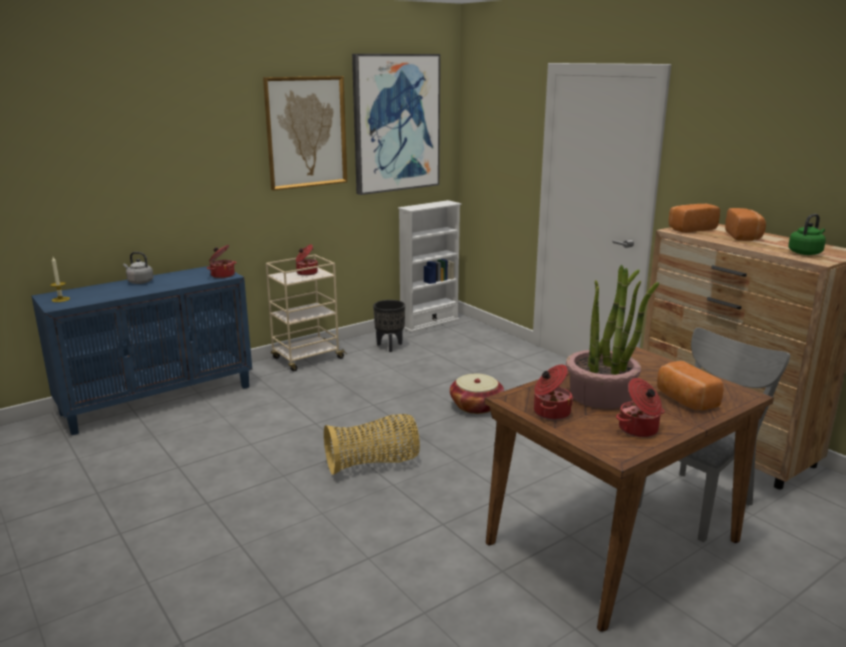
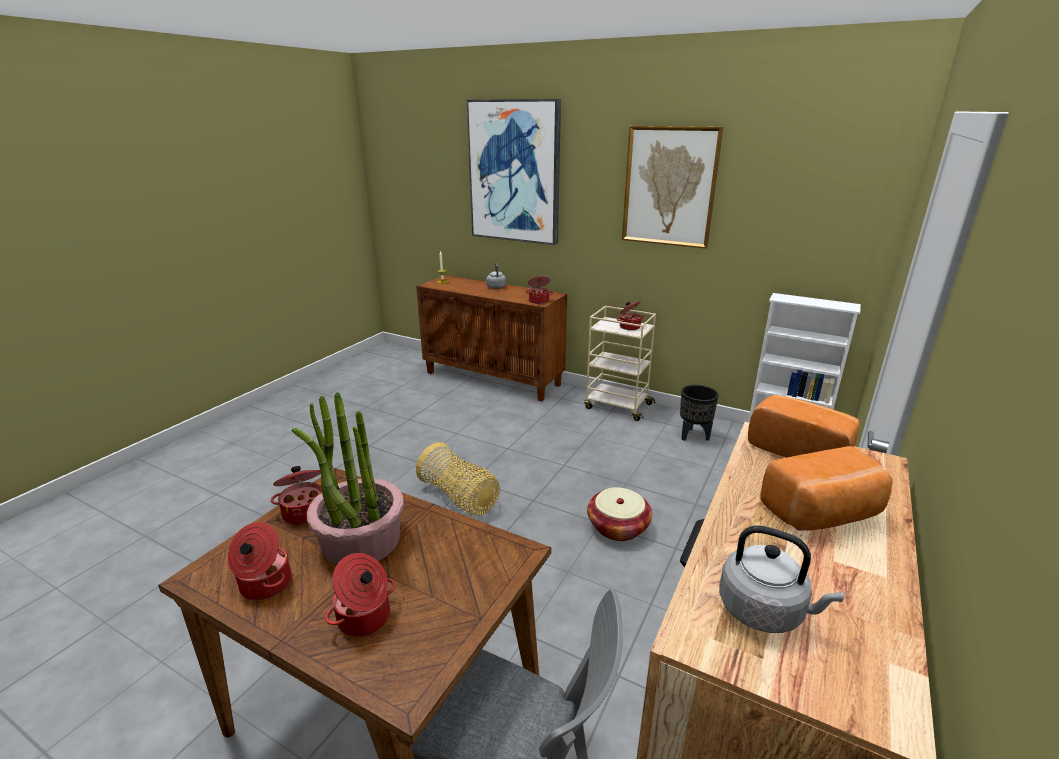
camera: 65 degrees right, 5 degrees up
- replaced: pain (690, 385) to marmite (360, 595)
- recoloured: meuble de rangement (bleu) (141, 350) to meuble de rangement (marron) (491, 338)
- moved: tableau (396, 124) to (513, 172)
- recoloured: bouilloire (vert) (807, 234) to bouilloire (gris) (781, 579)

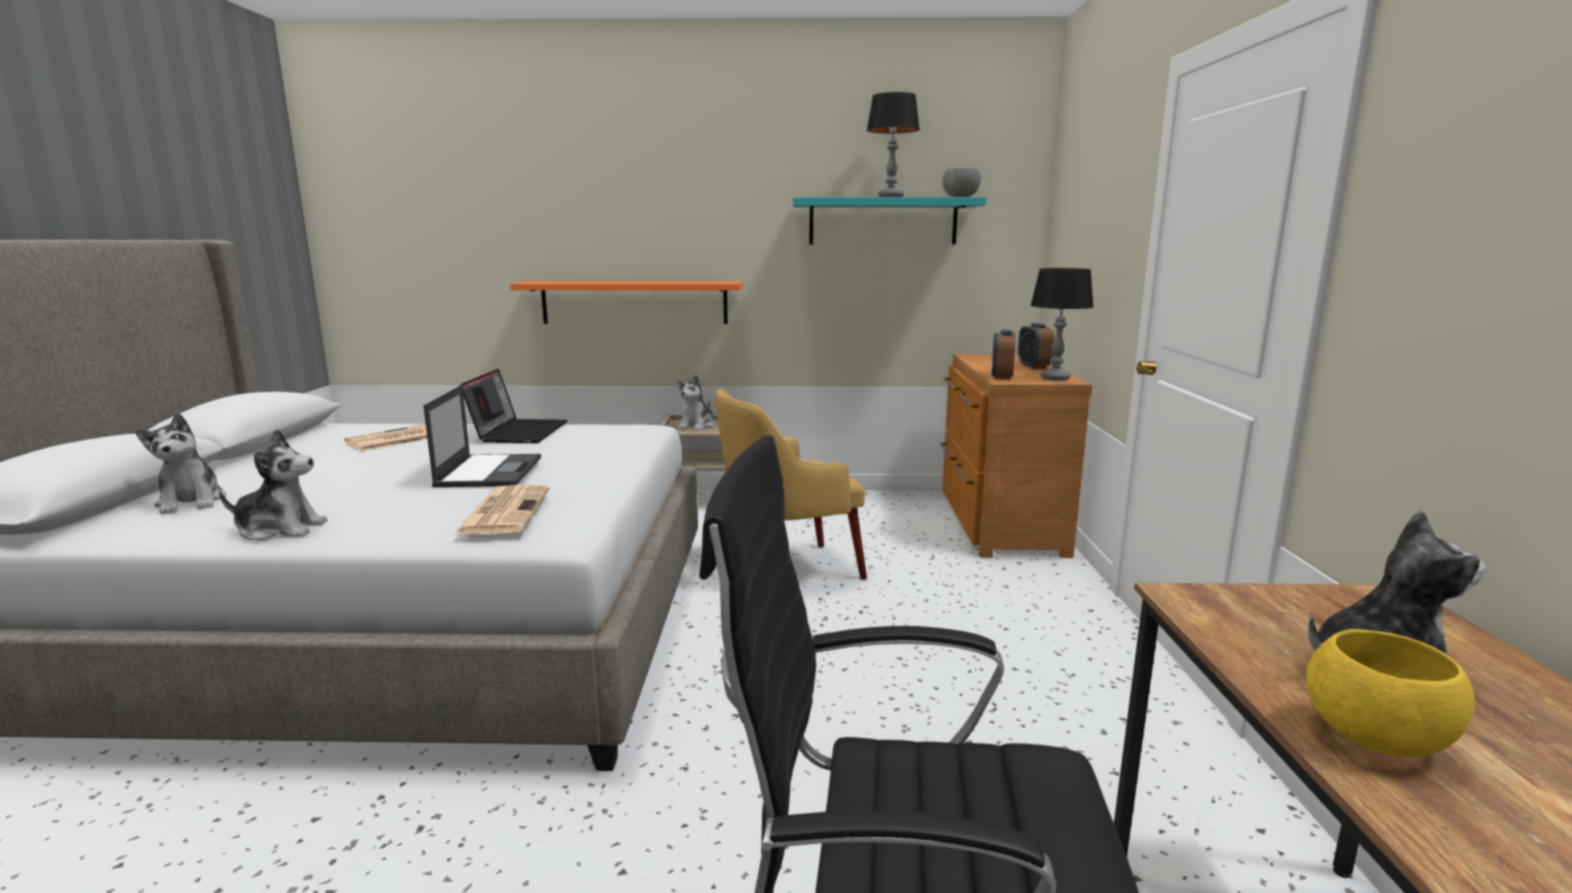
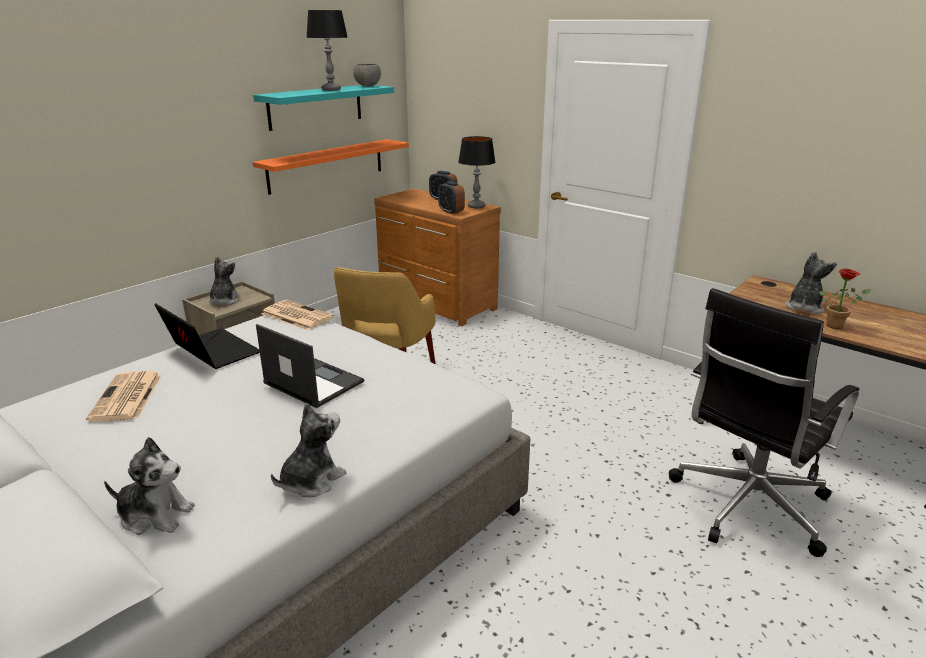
camera: 50 degrees left, 10 degrees up
- turned: peluche (696, 403) = (224, 280) 150 degrees counterclockwise
- moved: étagère (orange) (626, 302) to (331, 167)
- moved: journal (502, 509) to (297, 315)
- replaced: bol (jaune) (1390, 693) to plante en pot (845, 299)

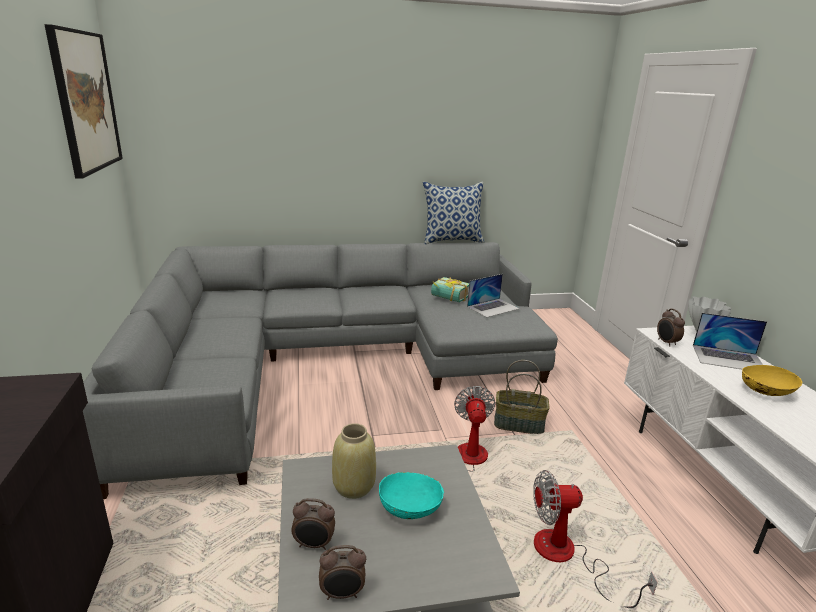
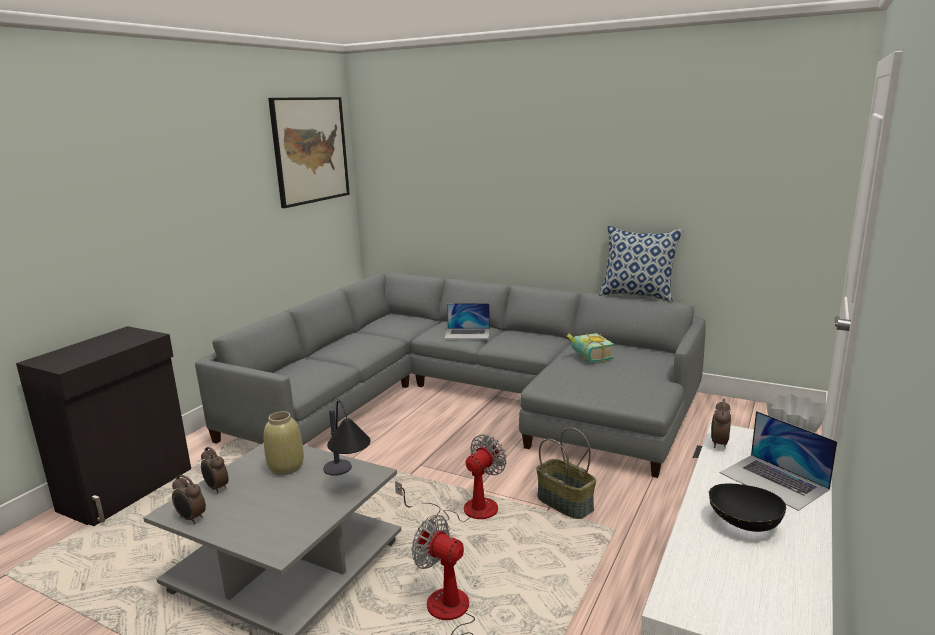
camera: 40 degrees right, 5 degrees down
- added: lampe de table (346, 438)
- moved: ordinateur portable (493, 295) to (467, 321)
- recoloured: bol (jaune) (772, 380) to bol (noir) (747, 507)
- removed: bol (turquoise) (411, 495)

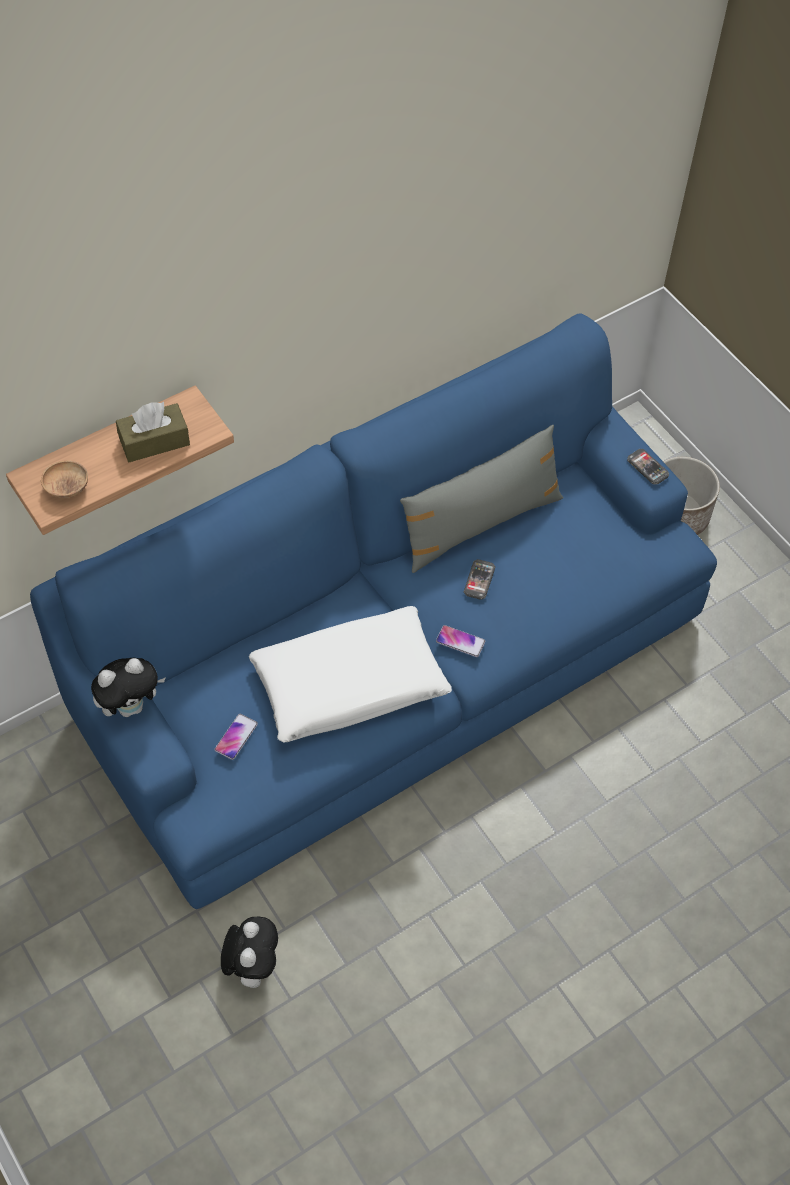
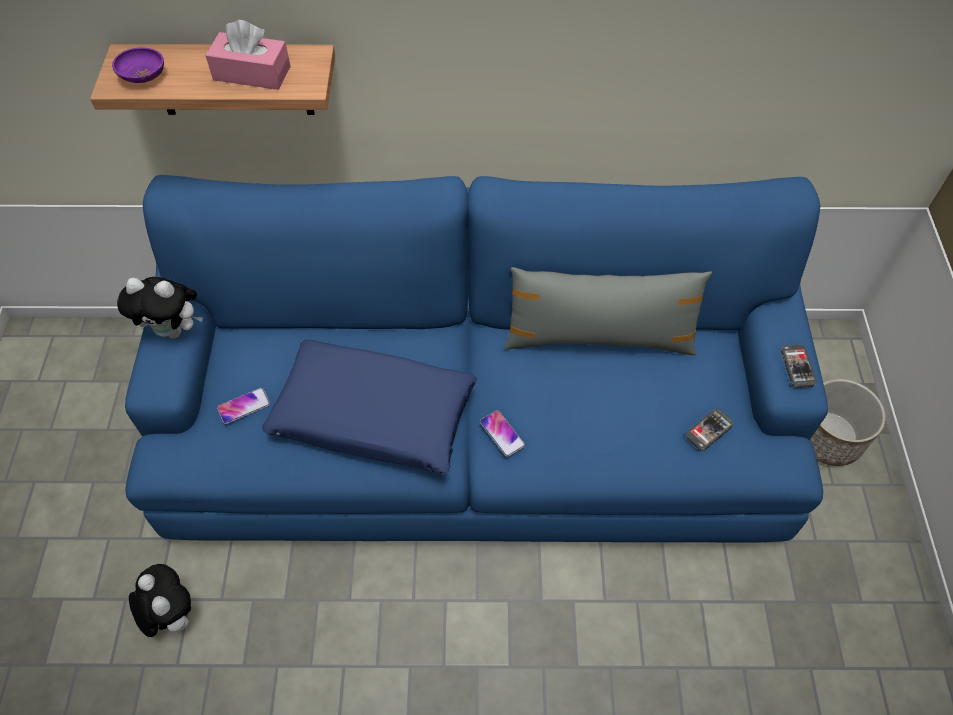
camera: 35 degrees right, 0 degrees up
- recoloured: bol (marron) (64, 479) to bol (violet) (138, 65)
- turned: peluche (249, 952) = (160, 600) 75 degrees counterclockwise
- recoloured: boîte à mouchoirs (marron) (153, 432) to boîte à mouchoirs (rose) (248, 55)
- recoloured: coussin (blanc) (350, 674) to coussin (bleu) (369, 407)
- moved: téléphone (479, 579) to (709, 429)

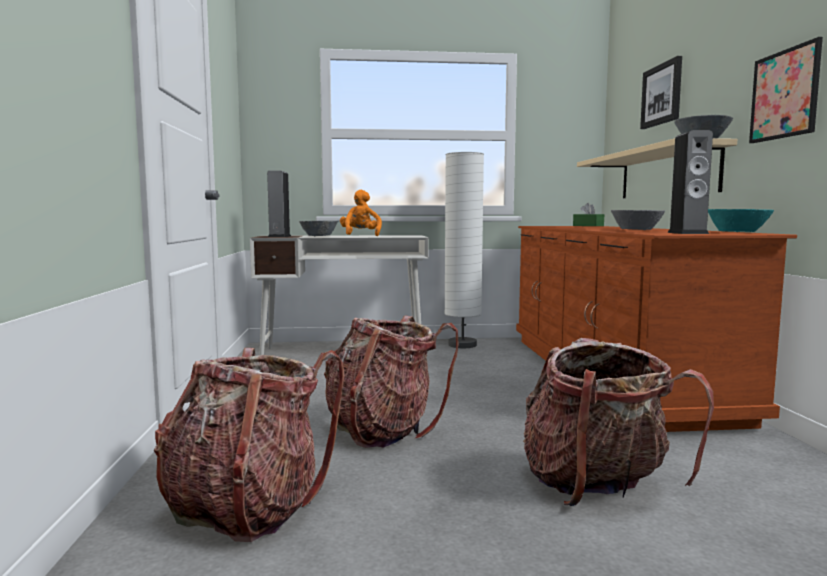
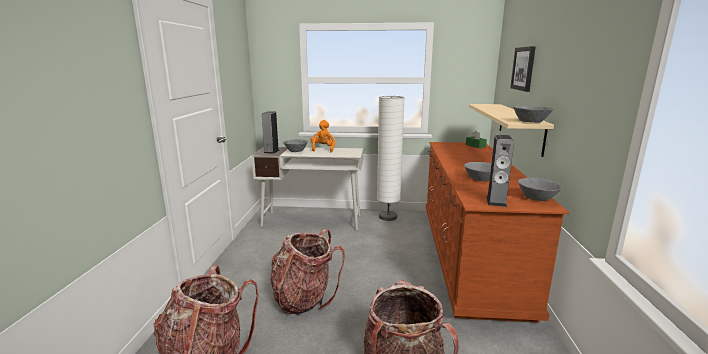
camera: 10 degrees right, 10 degrees up
- recoloured: bol (turquoise) (741, 220) to bol (gris) (540, 189)
- removed: tableau (786, 90)

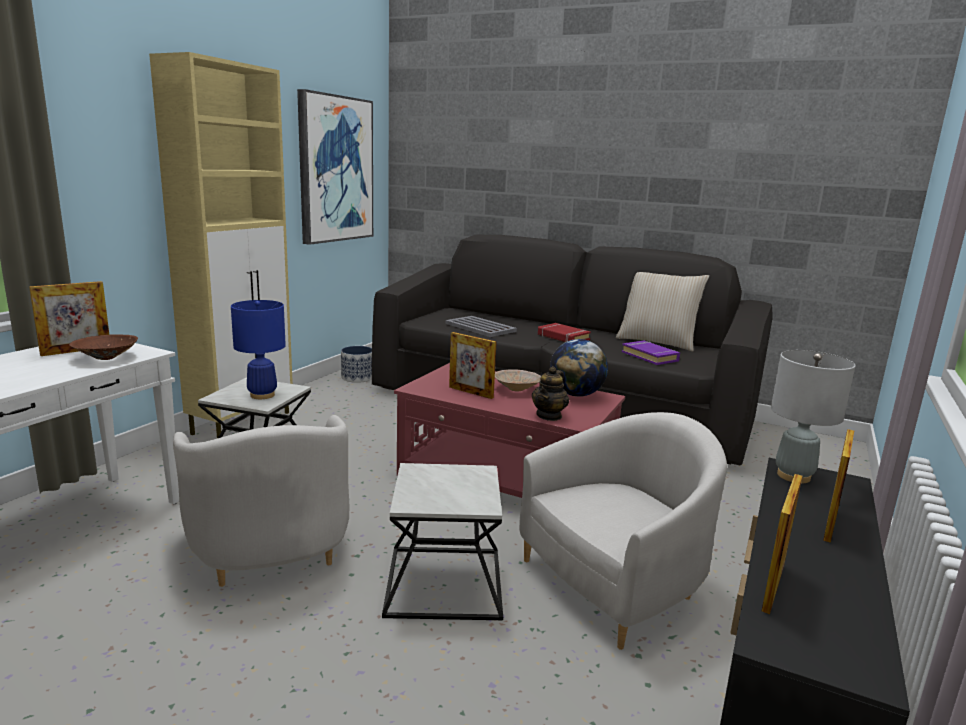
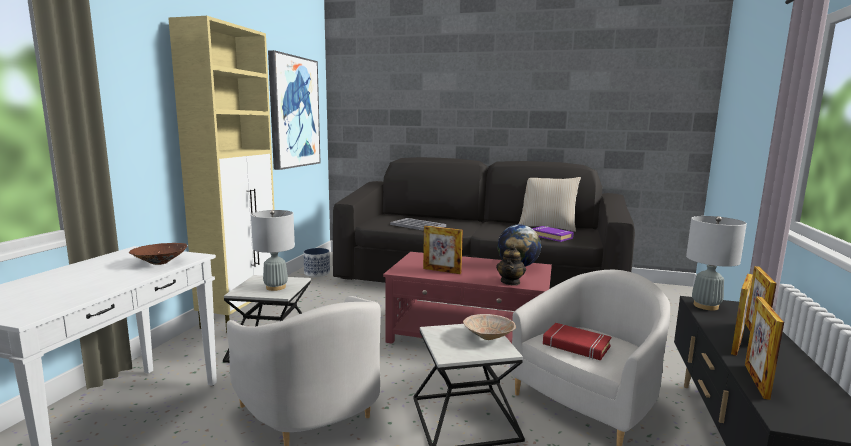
camera: 10 degrees left, 5 degrees down
- recoloured: lampe de table (bleu) (258, 349) to lampe de table (gris) (273, 250)
- moved: bol (beige) (518, 380) to (489, 327)
- moved: livre (rouge) (564, 332) to (577, 341)
- moved: cadre photo (69, 318) to (742, 315)

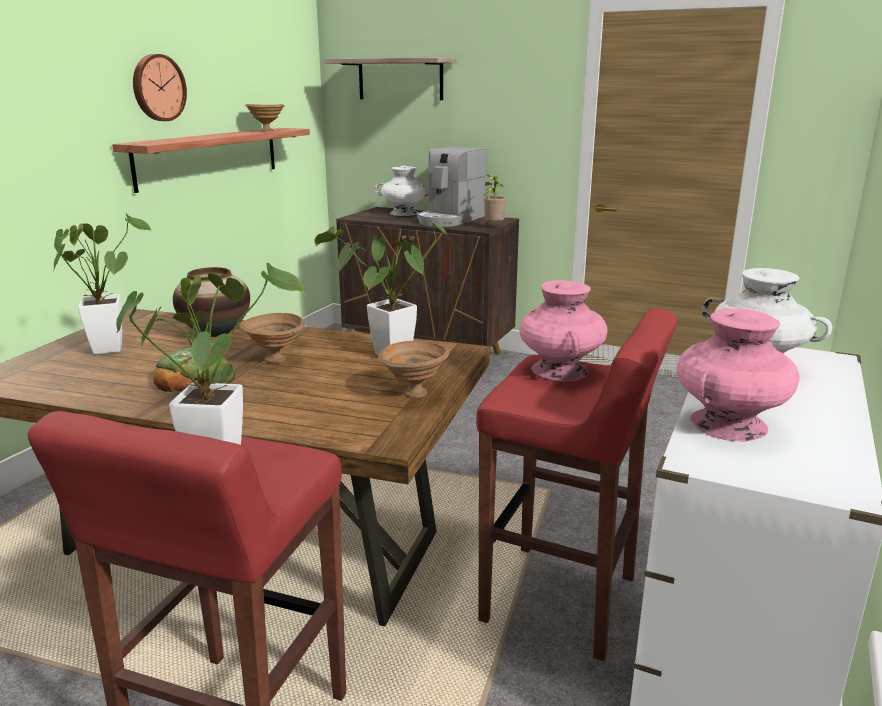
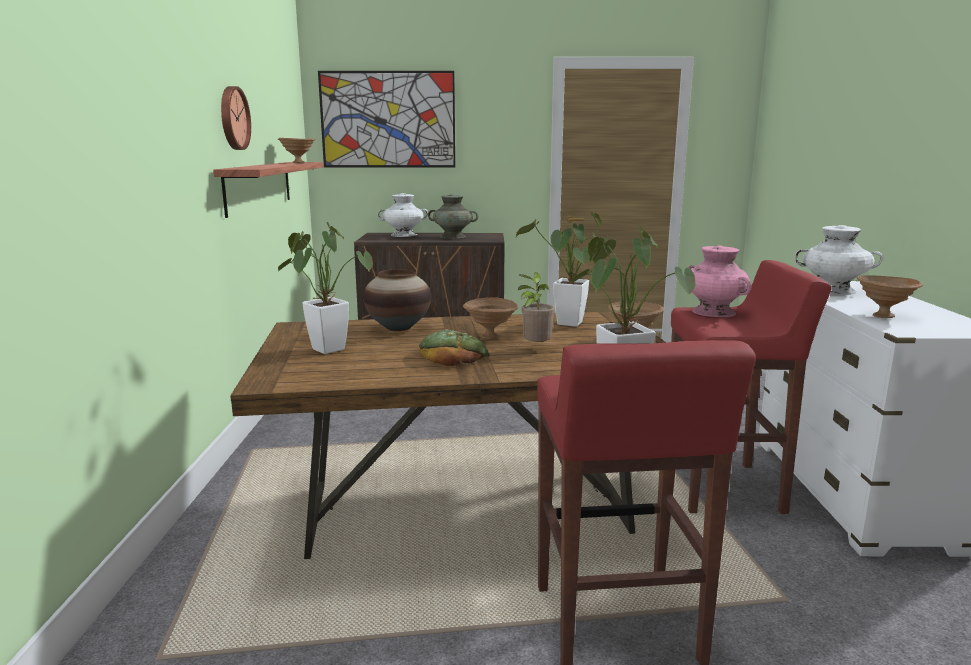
camera: 25 degrees left, 5 degrees down
- replaced: étagère (390, 79) to tableau (386, 119)
- replaced: machine à café (452, 186) to vase (turquoise) (453, 216)
- moved: plante en pot (494, 199) to (536, 308)
- replaced: vase (rose) (738, 374) to bol (marron) (889, 296)

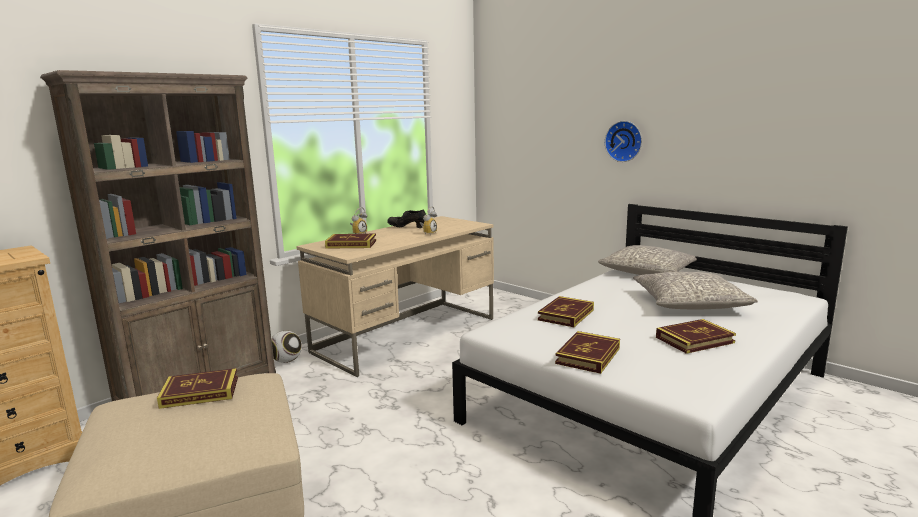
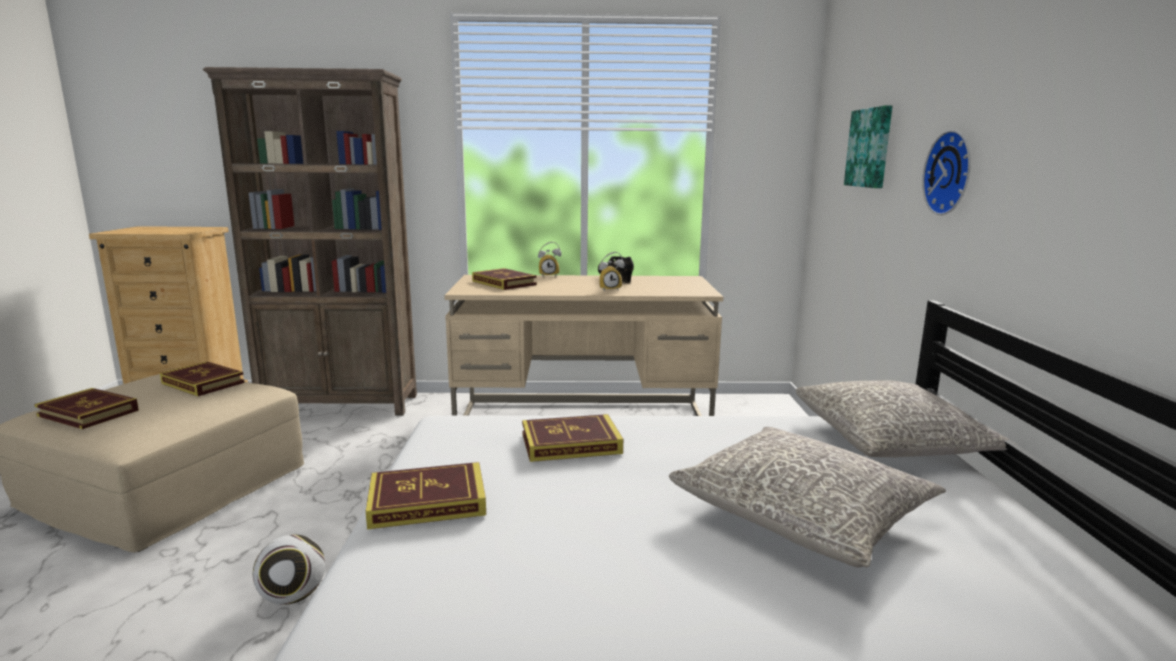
camera: 45 degrees right, 0 degrees up
- moved: livre (696, 336) to (86, 408)
- moved: ballon de foot (286, 347) to (289, 569)
- added: tableau (868, 146)

